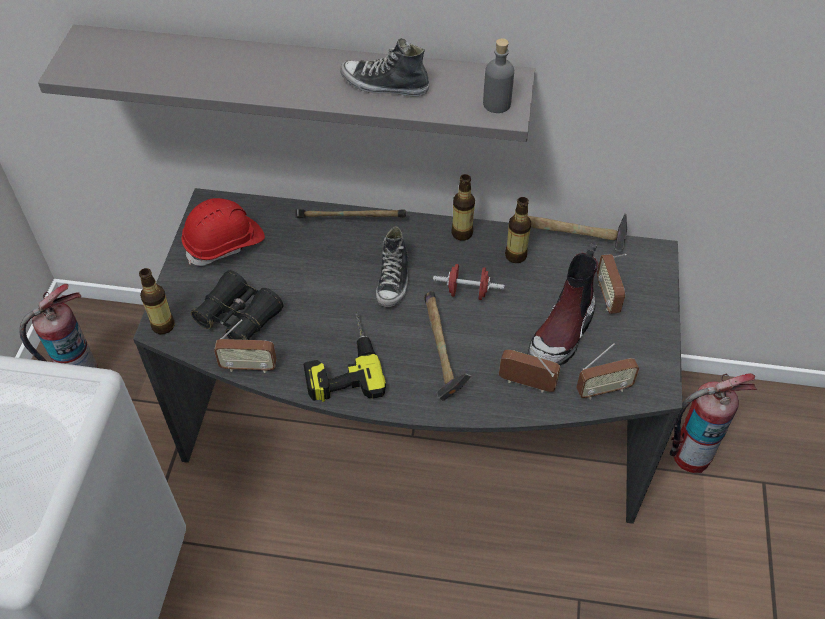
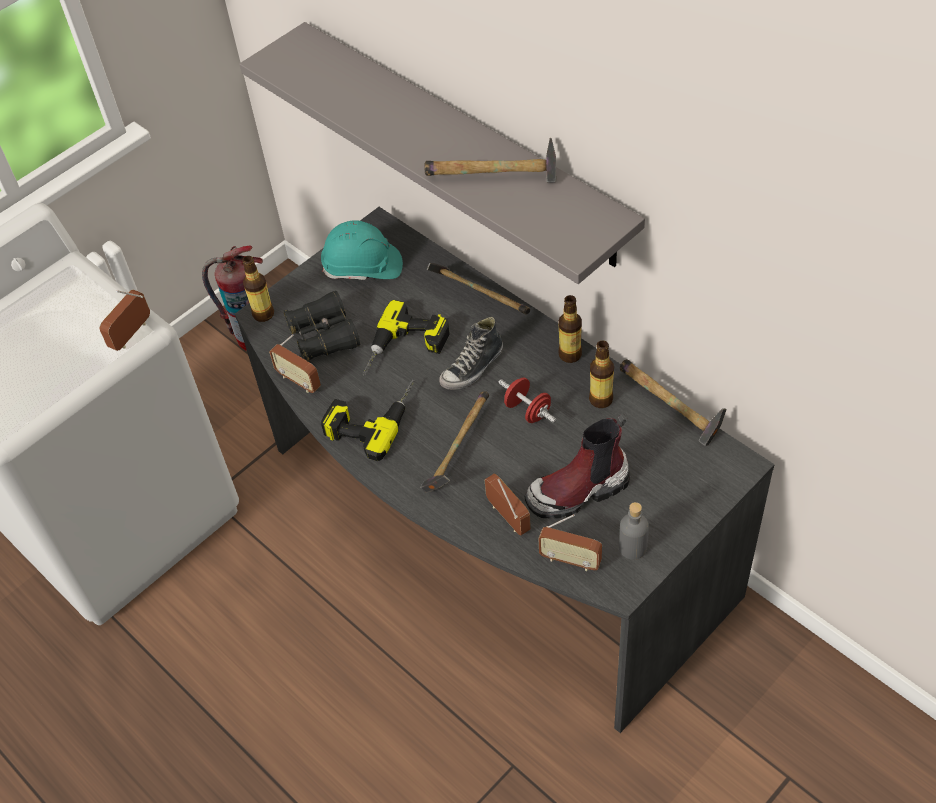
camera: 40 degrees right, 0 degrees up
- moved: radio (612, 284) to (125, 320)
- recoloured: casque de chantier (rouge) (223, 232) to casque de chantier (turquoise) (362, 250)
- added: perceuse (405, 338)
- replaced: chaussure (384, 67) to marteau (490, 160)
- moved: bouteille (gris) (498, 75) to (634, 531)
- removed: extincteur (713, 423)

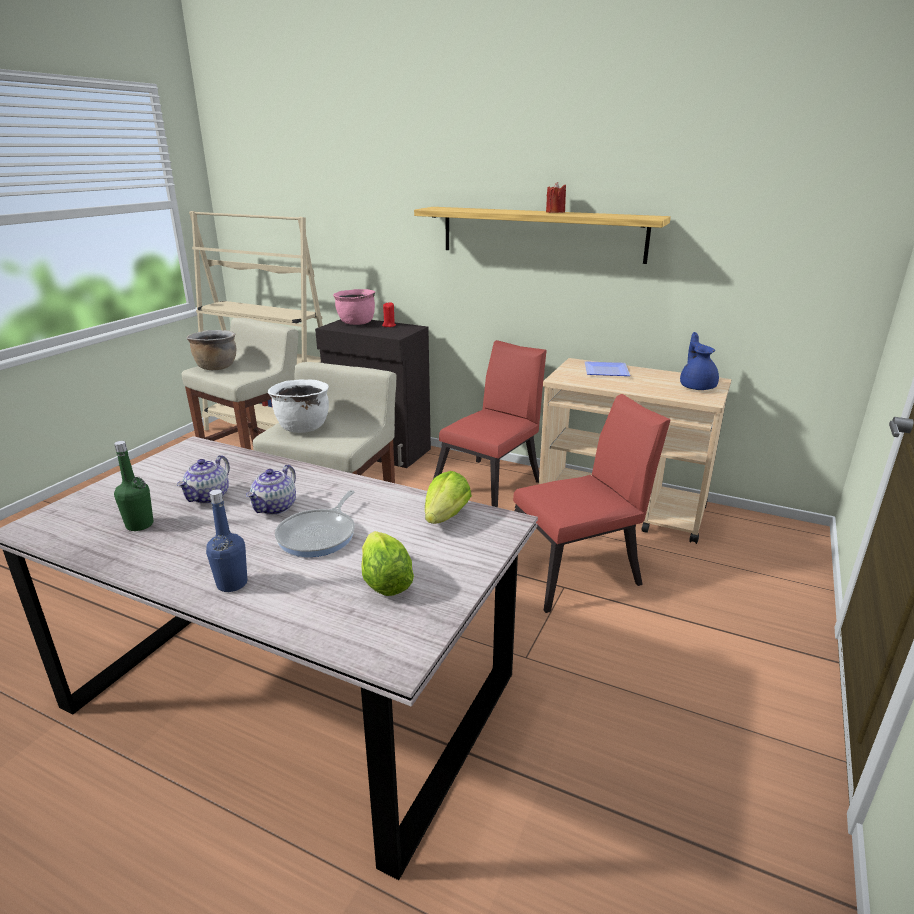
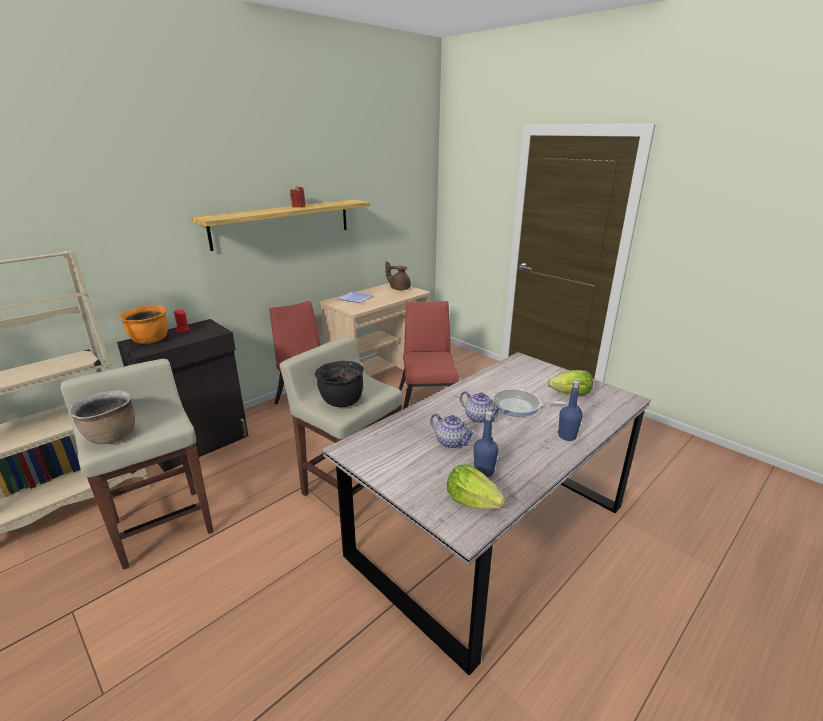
camera: 70 degrees left, 0 degrees up
- recoloured: marmite (rose) (354, 307) to marmite (orange) (143, 324)
- recoloured: marmite (blanc) (298, 406) to marmite (noir) (339, 384)
- recoloured: théière (bleu) (699, 361) to théière (marron) (398, 275)
- moved: laitue (448, 497) to (476, 486)
- recoloured: bouteille (vert) (133, 486) to bouteille (bleu) (486, 444)
- turned: poêle (315, 523) = (529, 403) 150 degrees clockwise

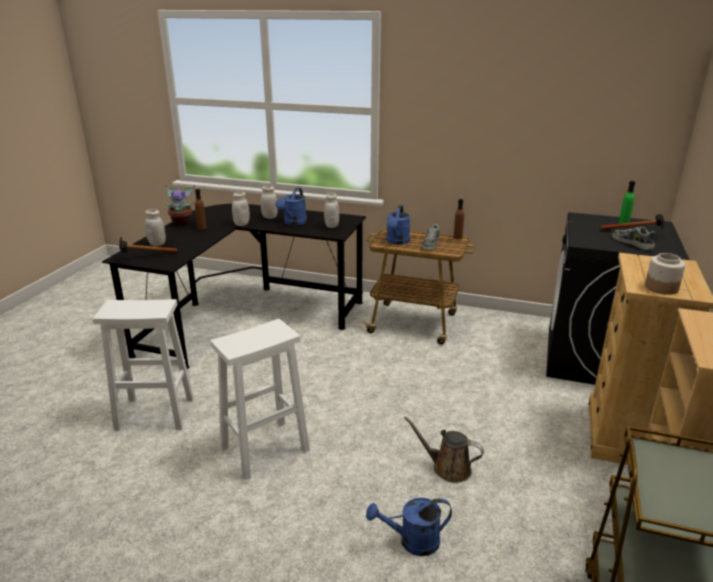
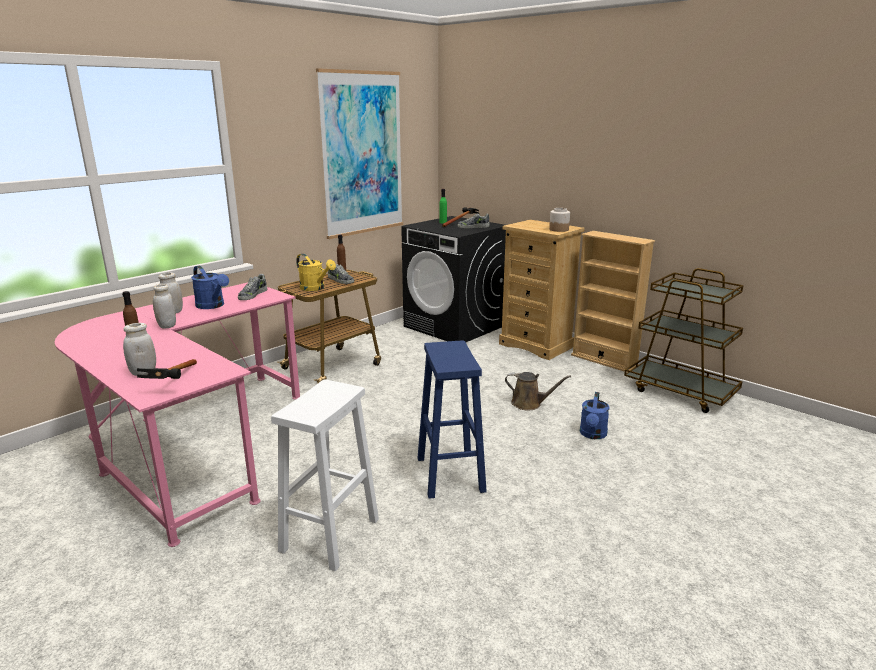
camera: 65 degrees left, 5 degrees down
- recoloured: bureau (noir) (234, 286) to bureau (rose) (177, 415)
- replaced: bocal (blanc) (331, 210) to chaussure (252, 287)
- recoloured: arrosoir (bleu) (398, 225) to arrosoir (jaune) (316, 272)
- added: tableau (359, 153)
- recoloured: tabouret (blanc) (260, 399) to tabouret (bleu) (452, 419)
- turned: arrosoir (marron) (444, 449) = (538, 391) 120 degrees counterclockwise
- removed: plante en pot (179, 204)

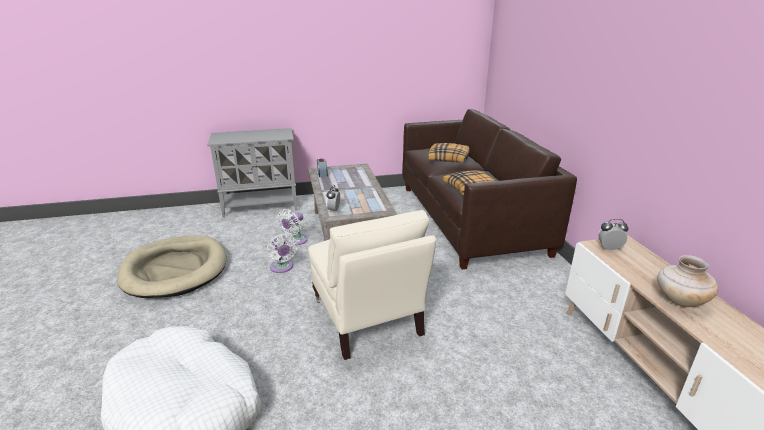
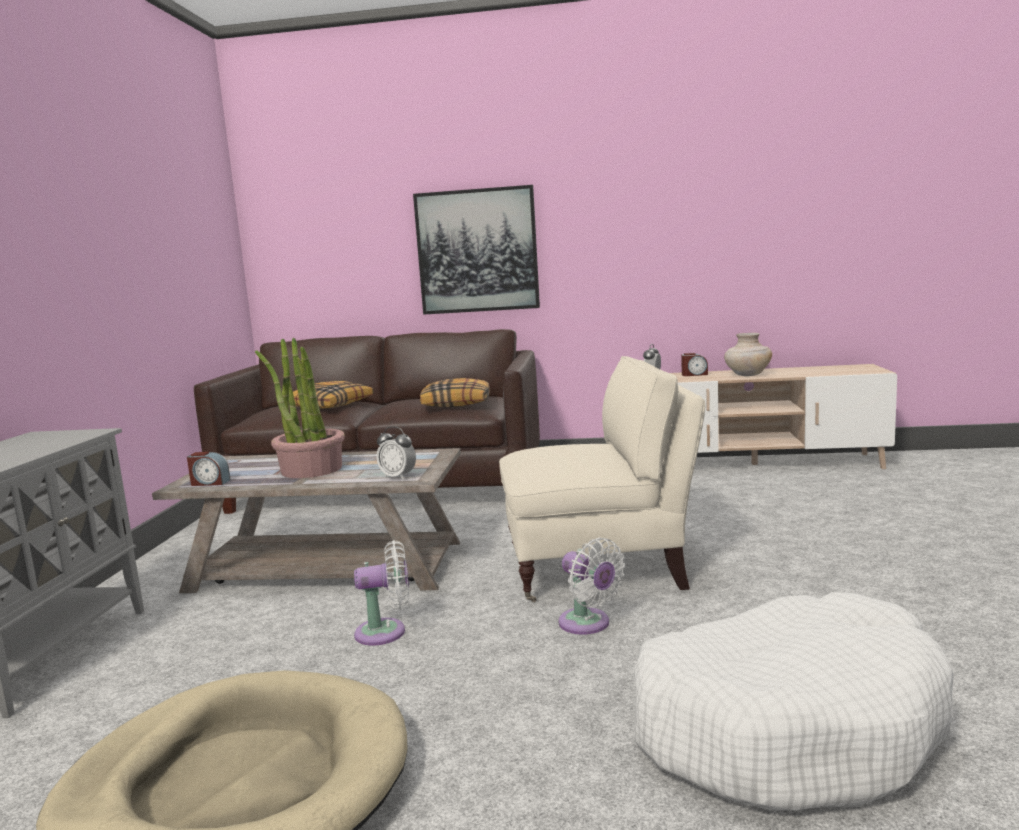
camera: 70 degrees left, 15 degrees down
- added: plante en pot (300, 408)
- added: tableau (476, 250)
- moved: ventilateur (blanc) (292, 227) to (591, 586)
- added: réveil (694, 364)

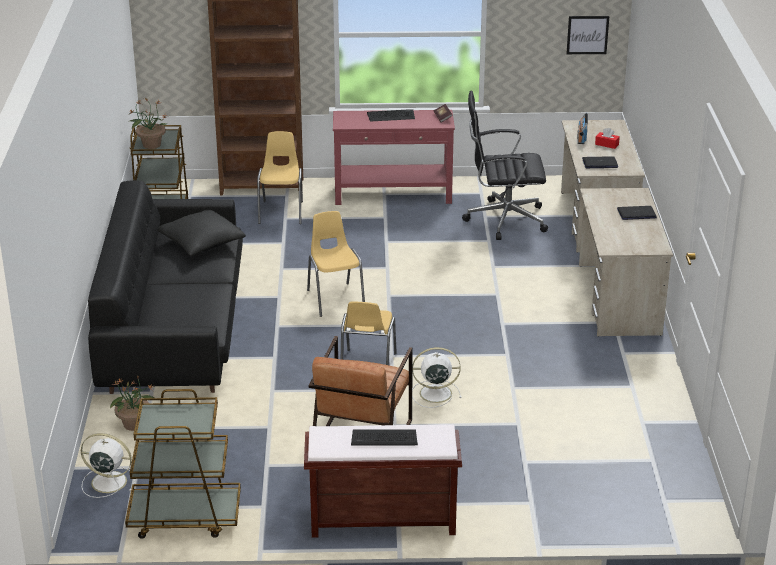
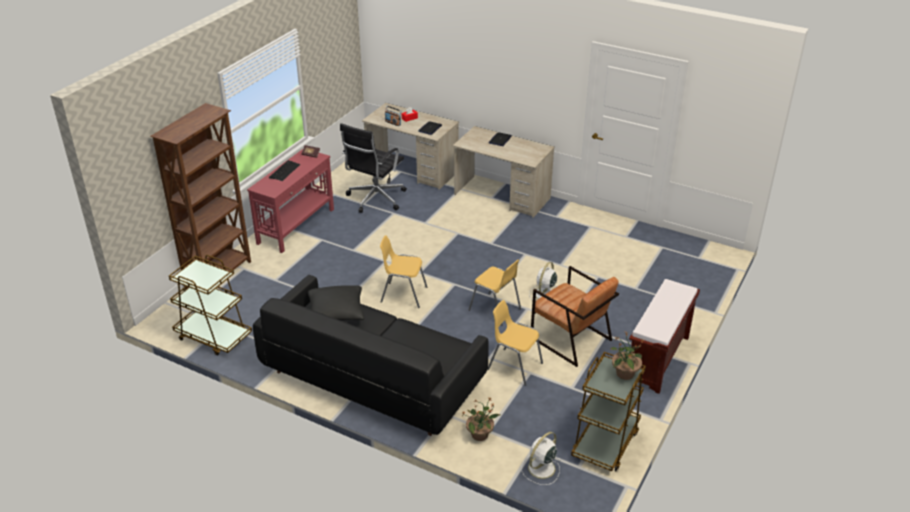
camera: 60 degrees left, 5 degrees up
- moved: chaise (jaune) (280, 177) to (515, 343)
- moved: plante en pot (148, 123) to (626, 356)
- removed: clavier (384, 437)
- removed: tableau (587, 35)

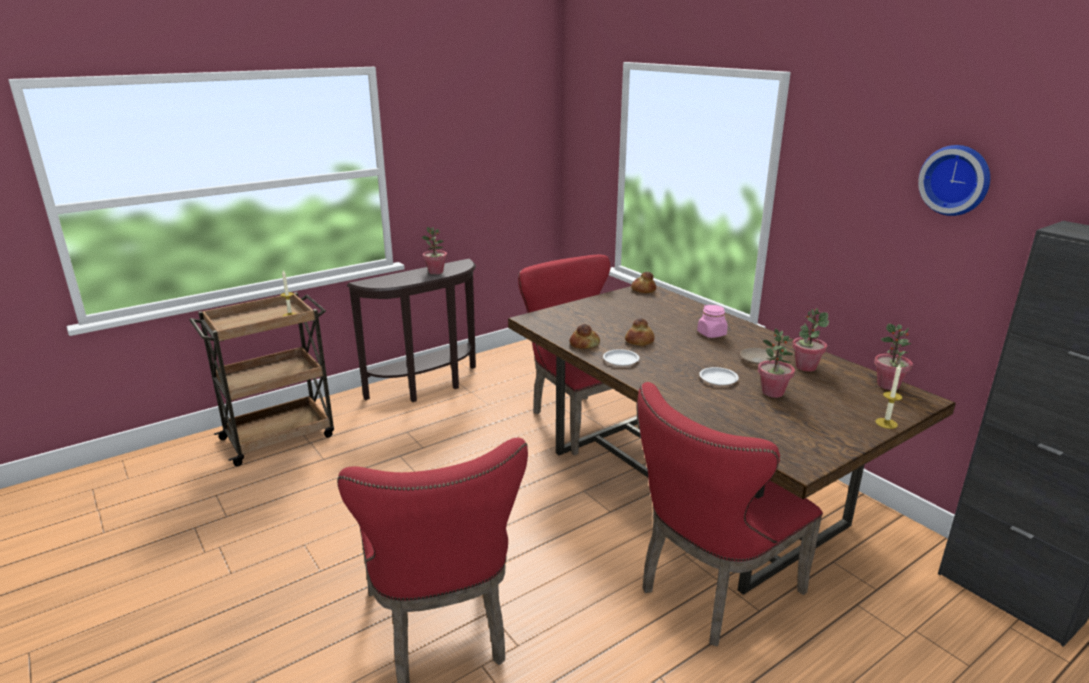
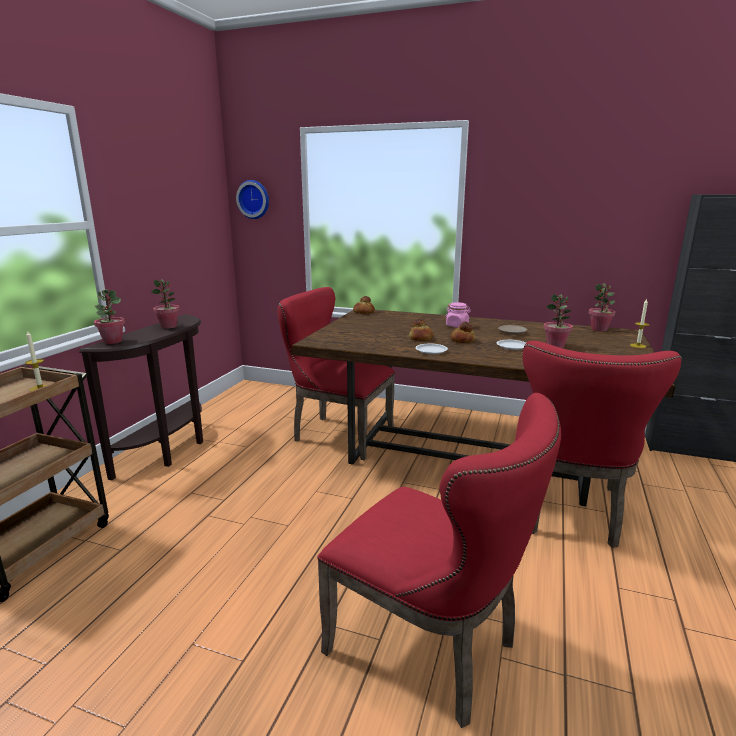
camera: 35 degrees left, 5 degrees down
- moved: plante en pot (810, 340) to (109, 316)
- moved: horloge murale (954, 180) to (252, 199)
- moved: pain (584, 336) to (463, 332)

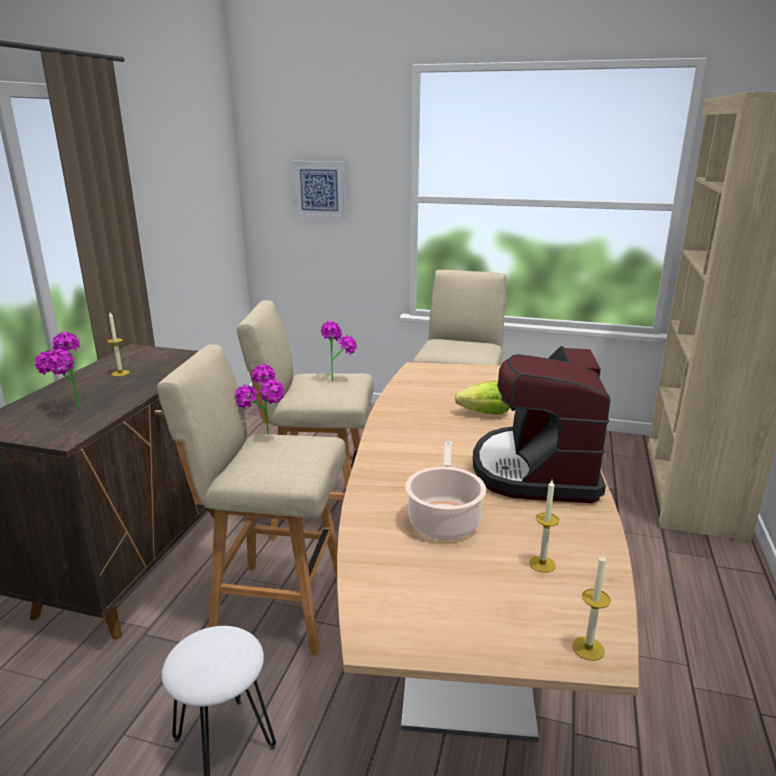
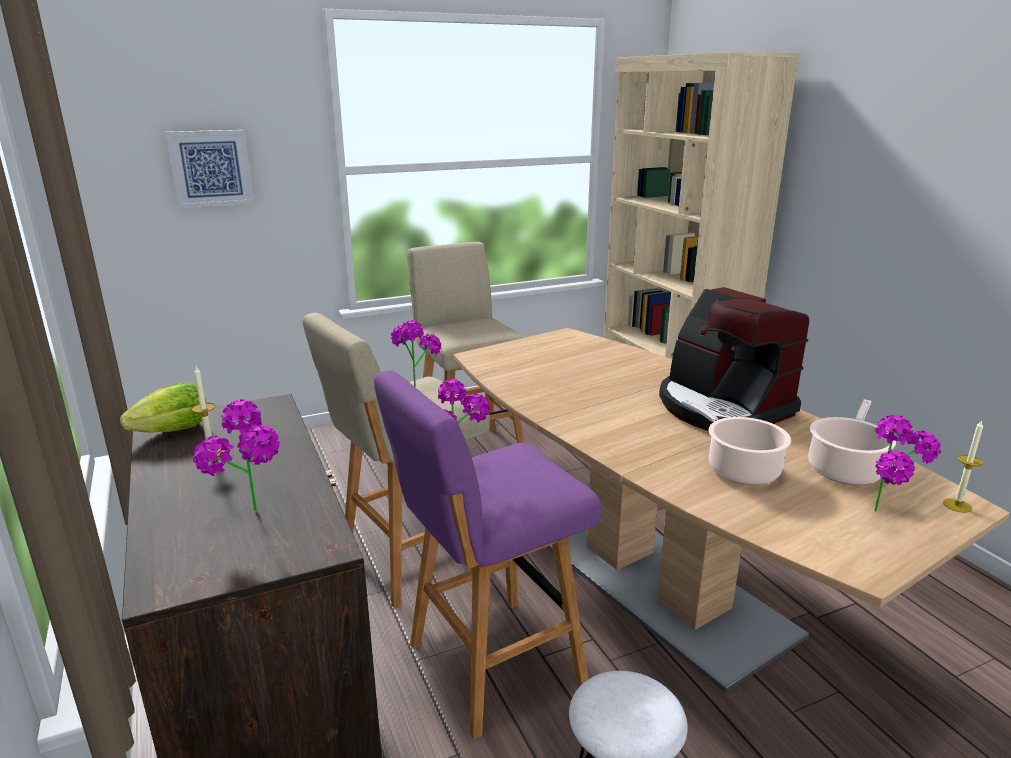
camera: 40 degrees left, 0 degrees up
- moved: laitue (482, 398) to (163, 407)
- recoloured: tabouret (beige) (251, 499) to tabouret (violet) (487, 554)
- replaced: bougie (544, 526) to marmite (852, 442)
- added: plante en pot (907, 463)

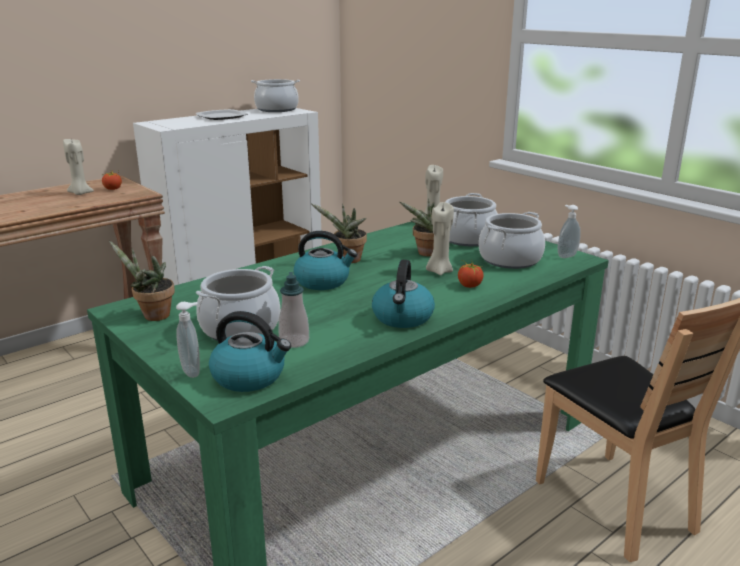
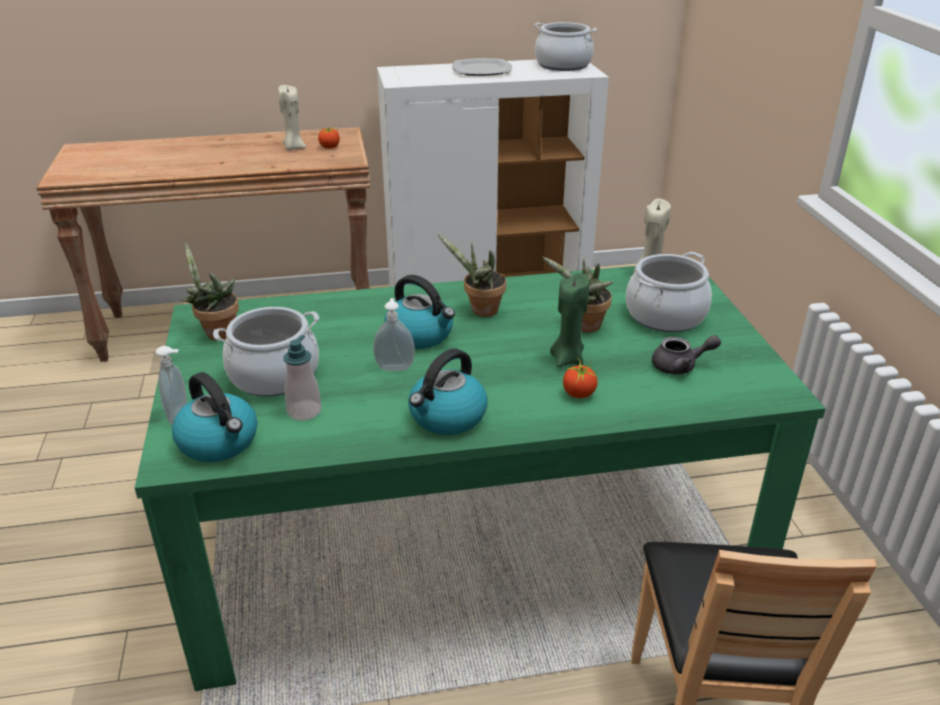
camera: 30 degrees right, 10 degrees up
- moved: distributeur de savon (569, 231) to (394, 334)
- recoloured: bougie (beige) (440, 238) to bougie (vert) (569, 320)
- replaced: marmite (512, 240) to théière (gris) (686, 355)

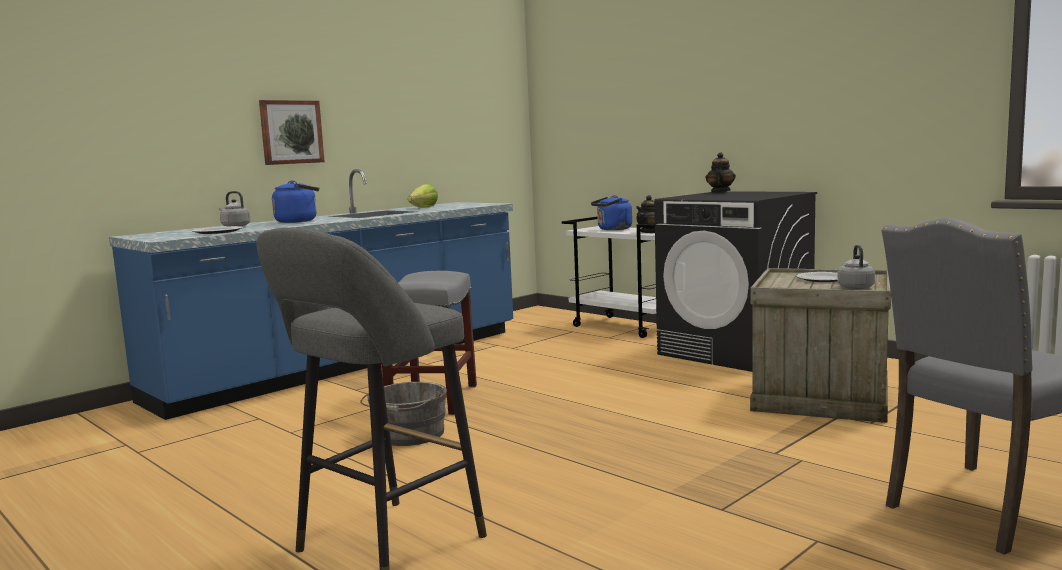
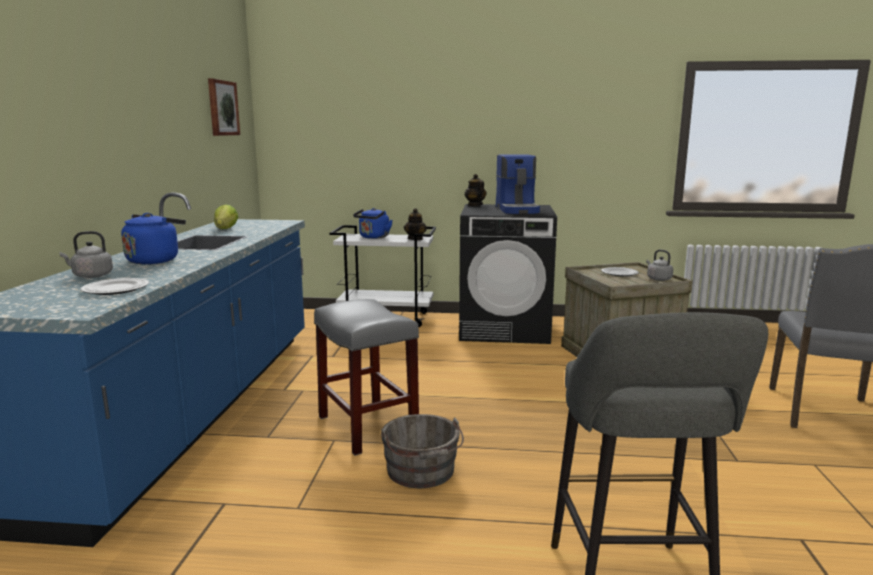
camera: 40 degrees left, 5 degrees up
- moved: tableau (292, 132) to (224, 107)
- added: machine à café (518, 184)

